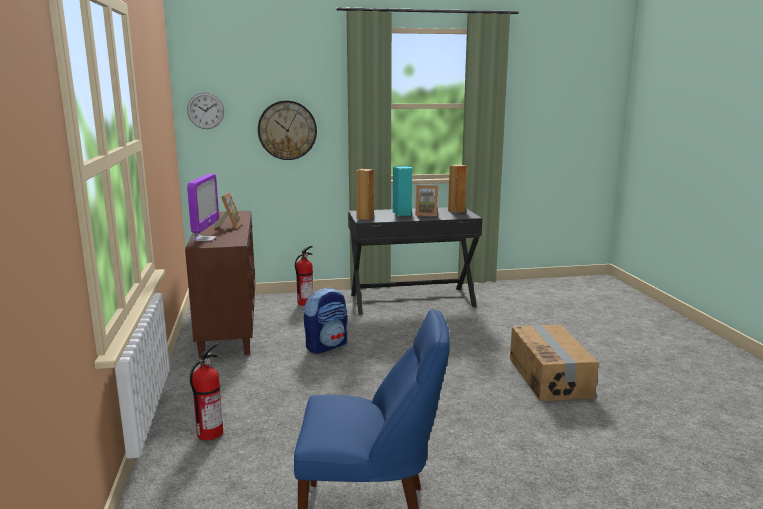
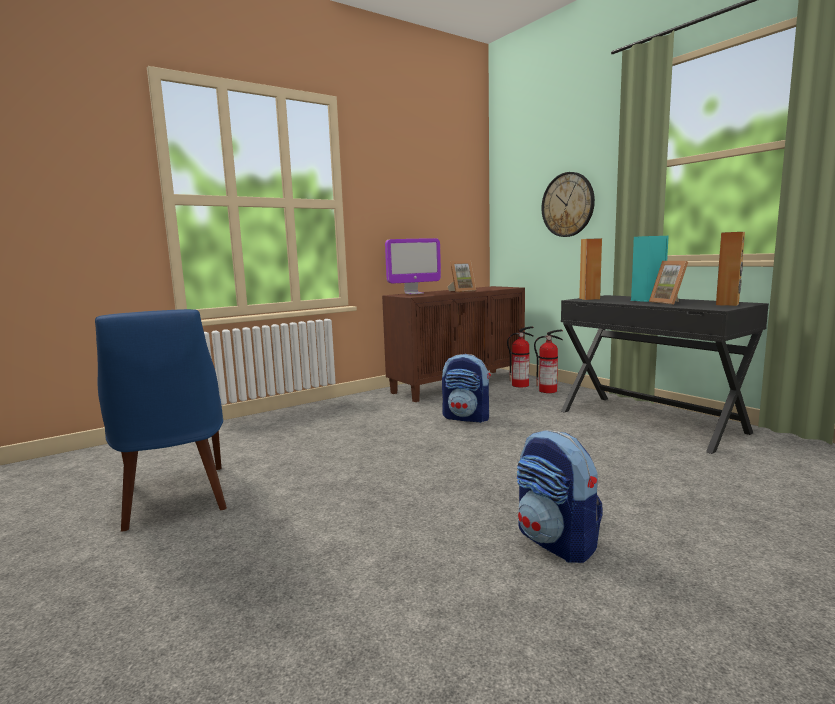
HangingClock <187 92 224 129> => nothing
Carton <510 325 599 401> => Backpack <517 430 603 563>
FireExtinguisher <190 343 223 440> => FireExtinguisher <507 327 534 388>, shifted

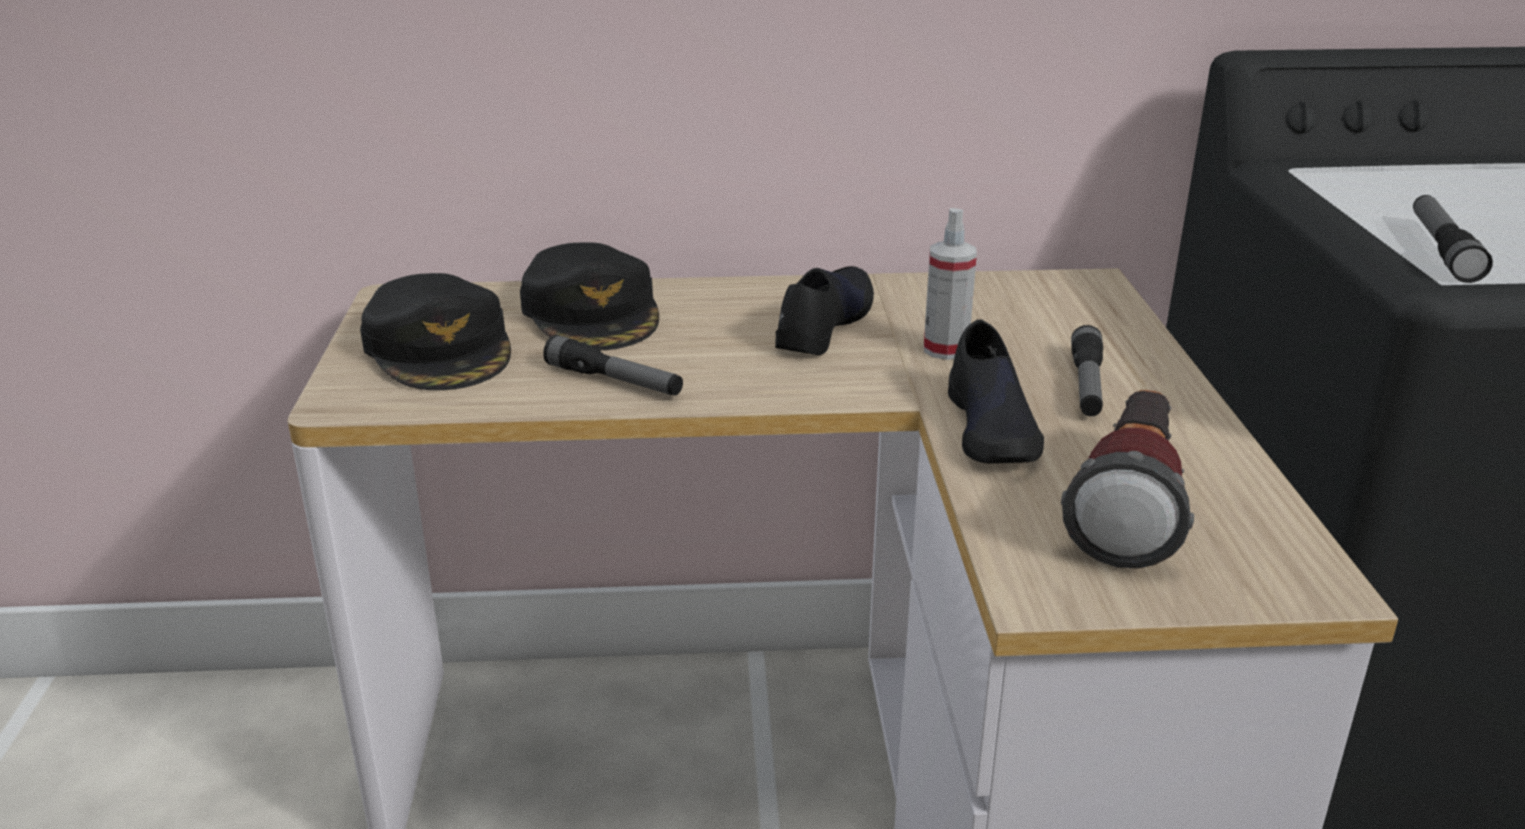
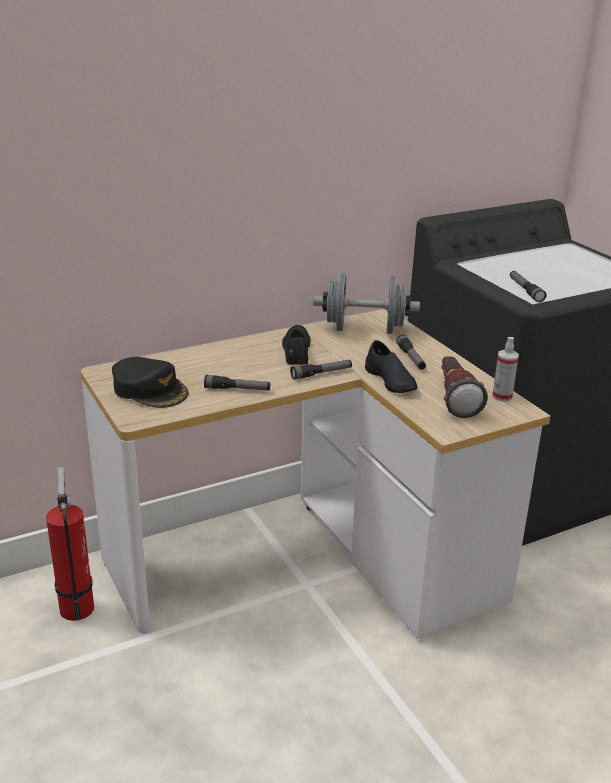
Sprayer <924 208 977 360> => Sprayer <492 337 519 402>, shifted
BlackBaseballCap <520 243 659 350> => nothing
nothing => GrayHandWeight <313 273 420 334>
nothing => HandTorch <290 360 352 380>
nothing => FireExtinguisher <46 467 94 621>

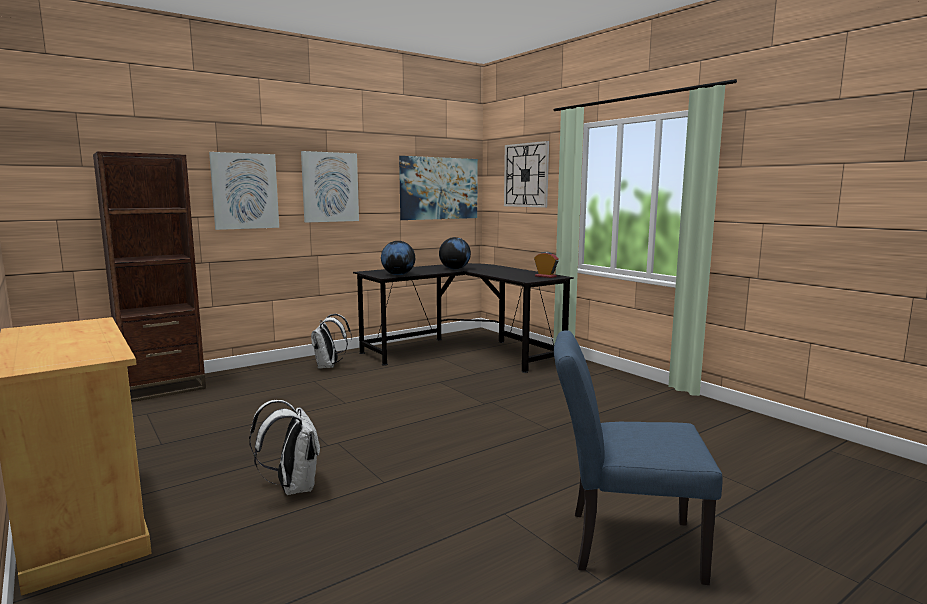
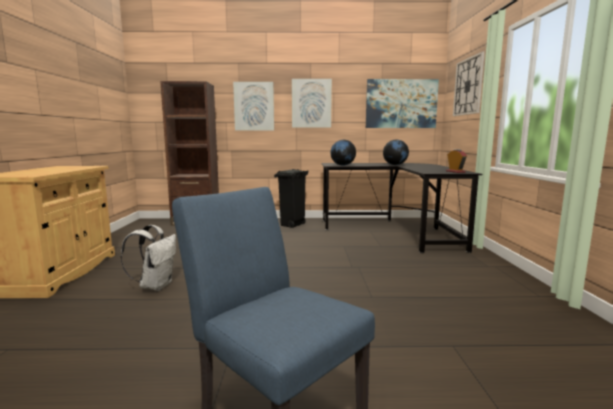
WhitishBackpack <311 314 352 369> => BlackRubbishBin <274 169 309 228>

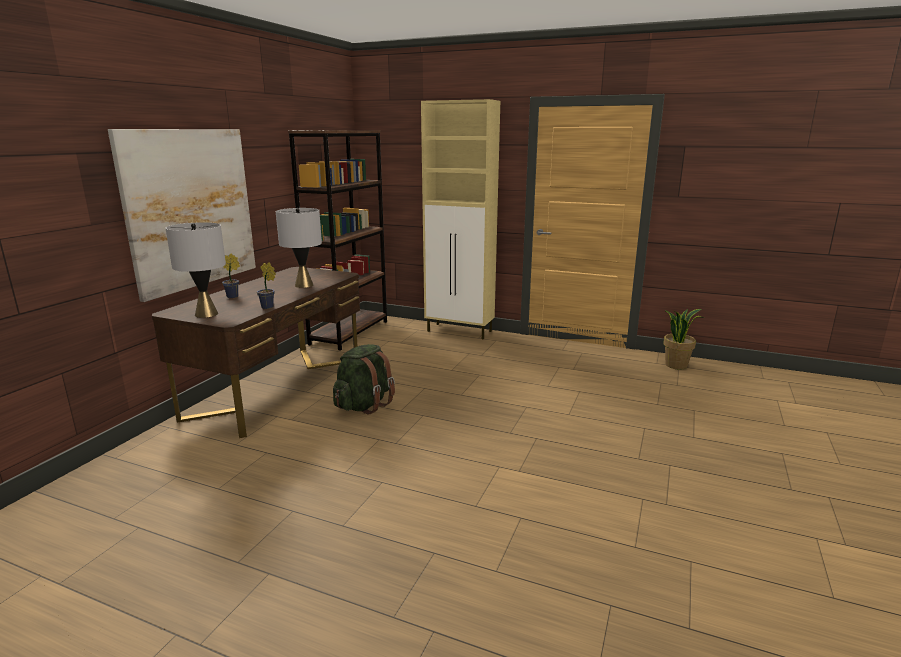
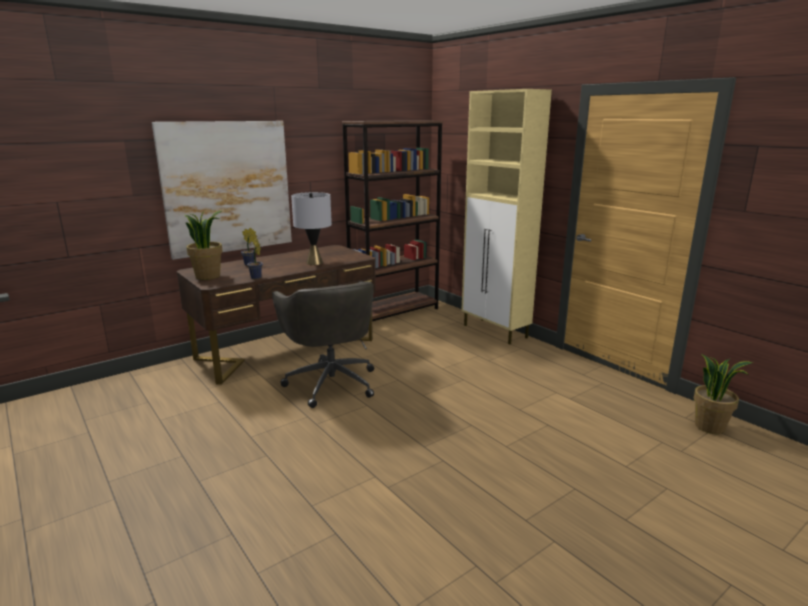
GrayTableLamp <165 222 226 318> => Houseplant <185 211 223 280>
GreenishBackpack <333 344 395 414> => GrayDeskChair <272 281 374 408>

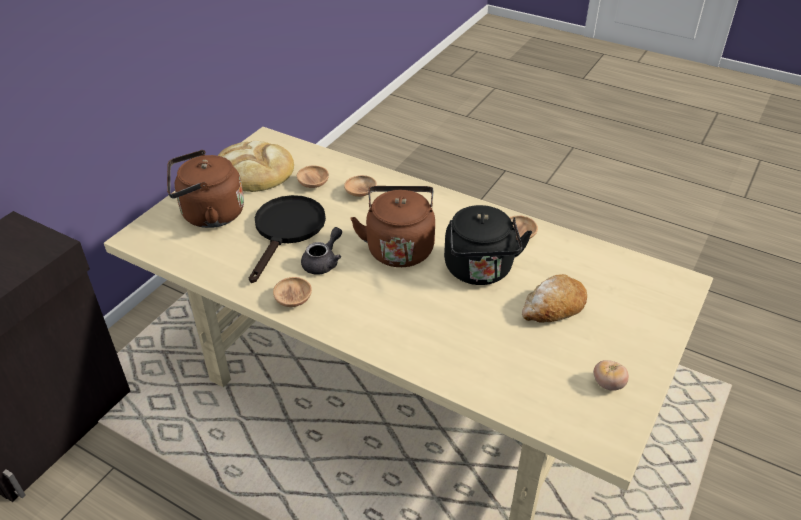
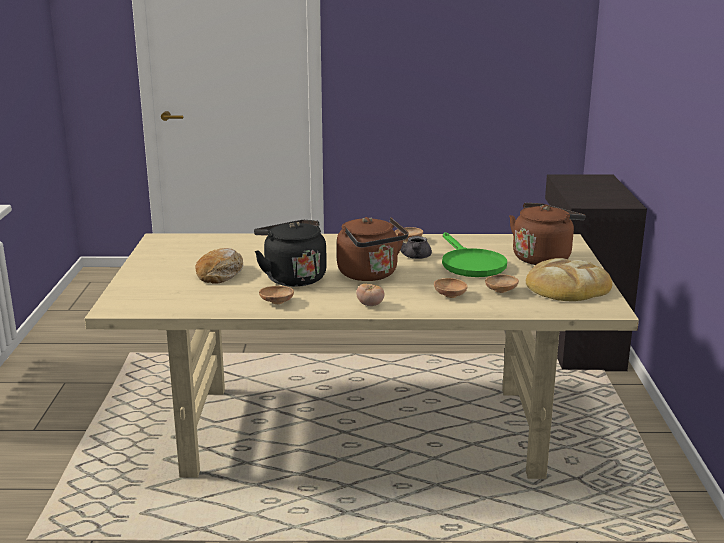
BlackFryingPan <249 195 326 283> => GreenishFryingPan <442 232 507 277>
WholeTomato <594 360 629 391> => WholeTomato <356 284 384 306>, shifted

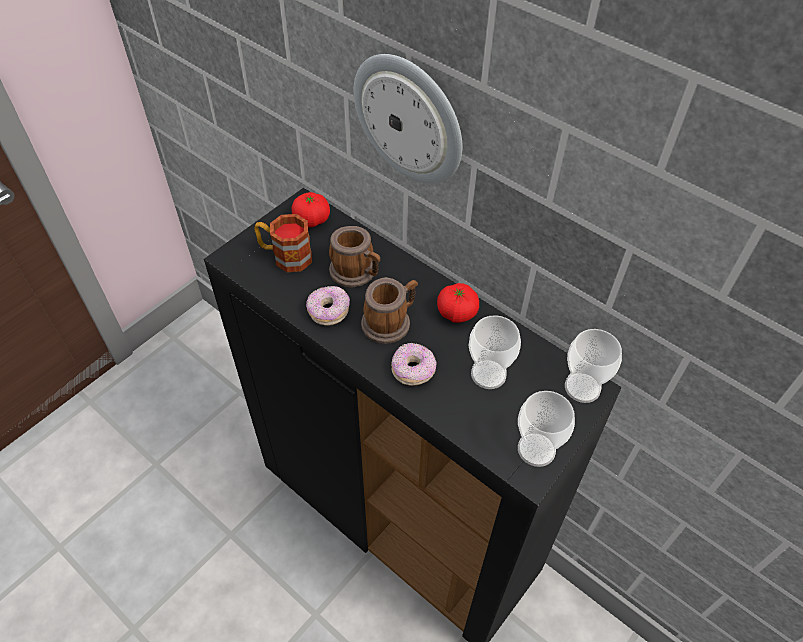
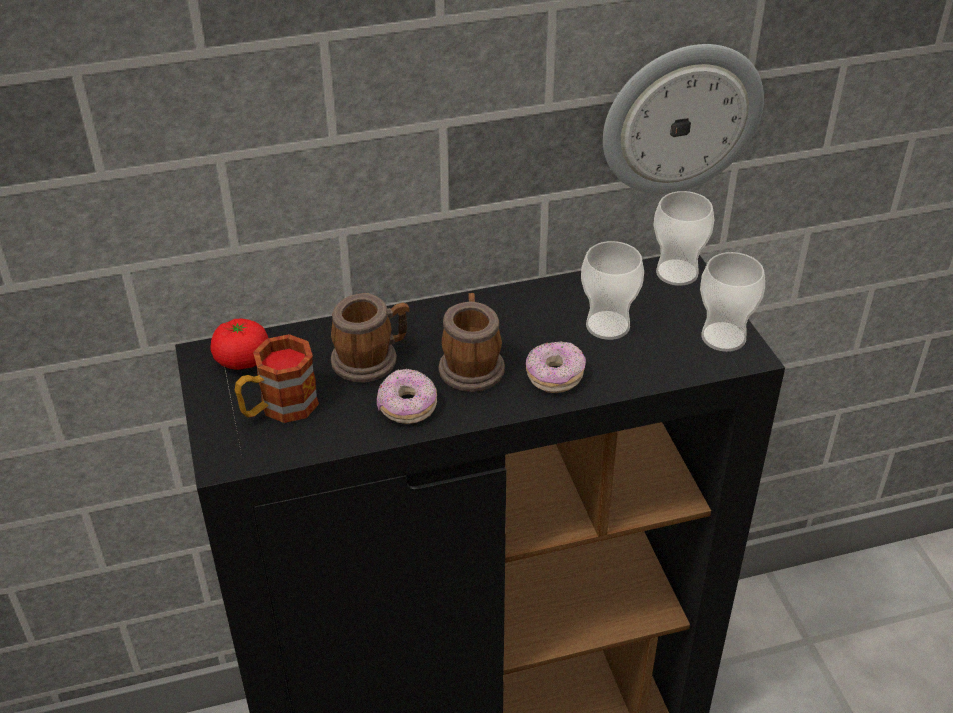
HangingClock <354 54 463 184> => HangingClock <603 44 764 194>, shifted
WholeTomato <437 283 479 323> => nothing

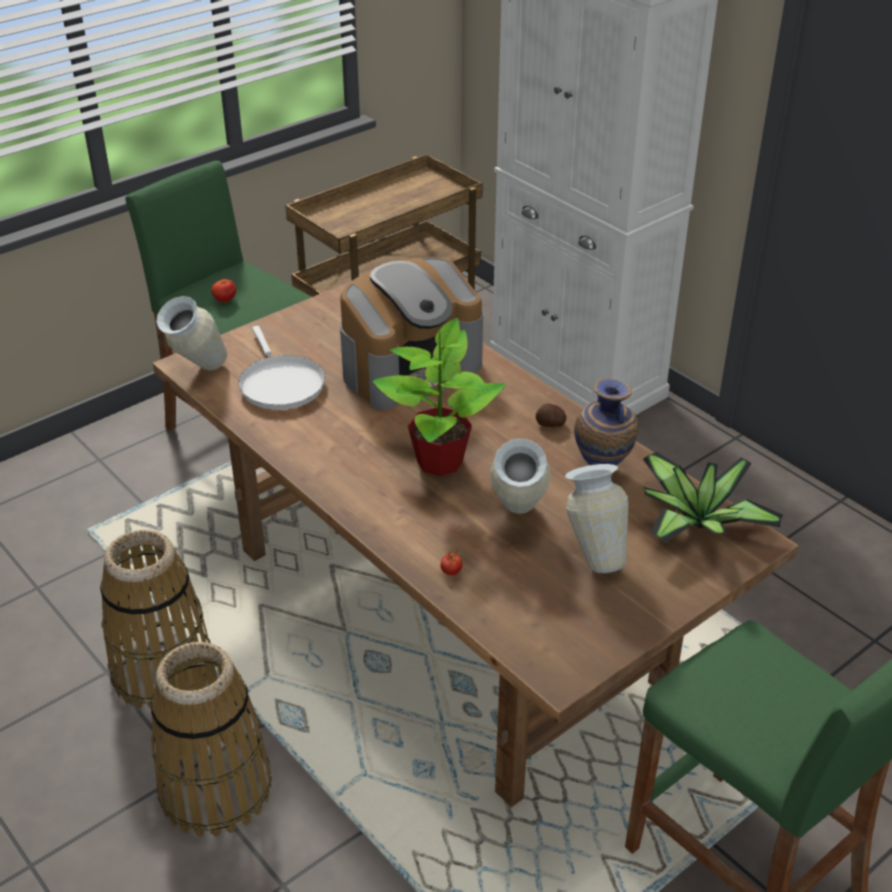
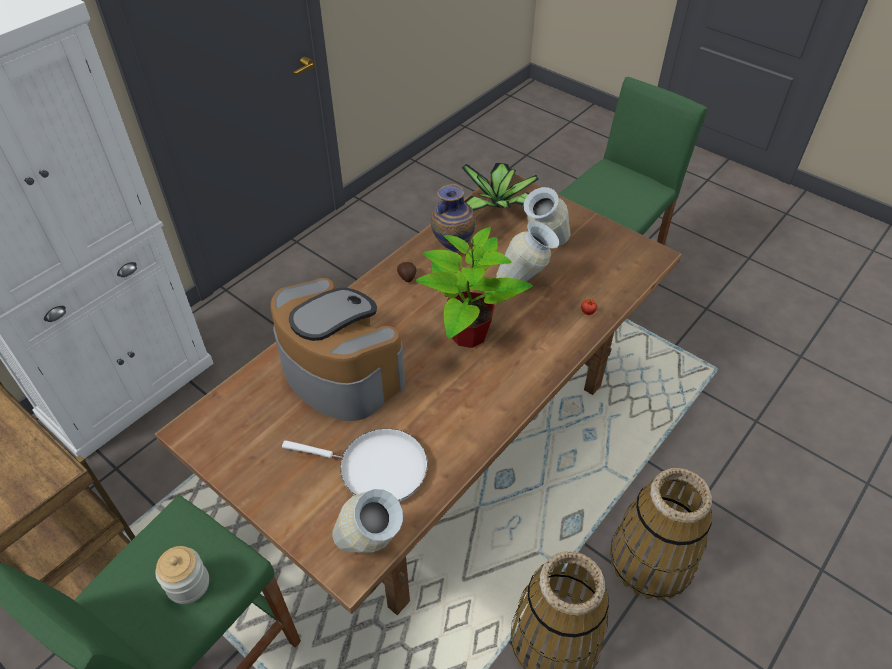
WholeTomato <211 279 236 302> => PreserveJar <155 546 209 604>
WhitishFryingPan <238 326 325 410> => WhitishFryingPan <282 428 428 502>, 45 degrees clockwise

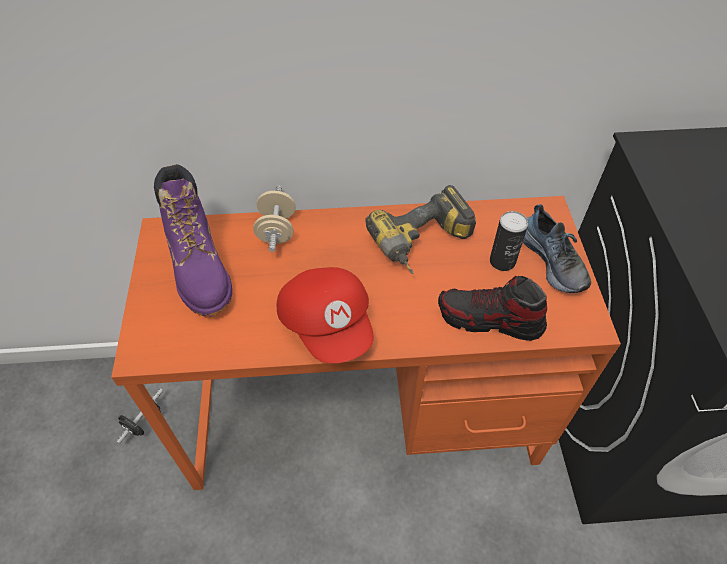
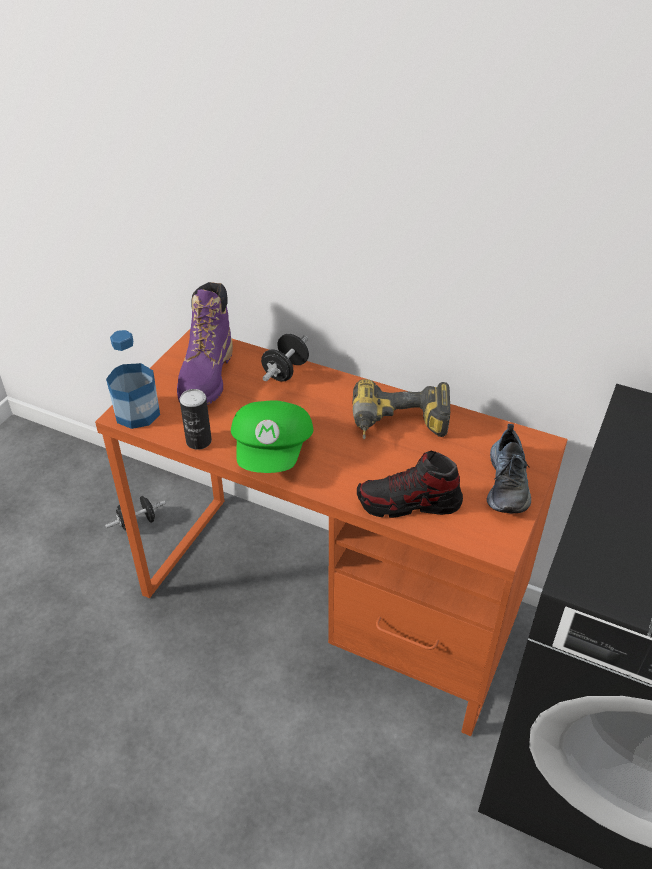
BeigeColouredHandWeight <253 186 296 252> => BlackHandWeight <261 334 309 382>
Can <490 211 528 271> => Can <180 389 212 450>, shifted
ReddishBaseballCap <277 267 374 363> => GreenishBaseballCap <231 400 313 473>
LowShoe <438 276 547 341> => LowShoe <357 451 463 518>, 45 degrees counterclockwise
nothing => DrinkBottle <106 330 160 429>

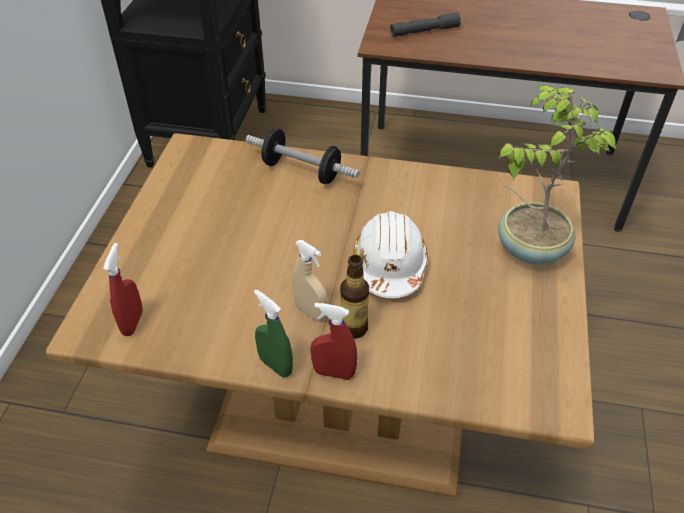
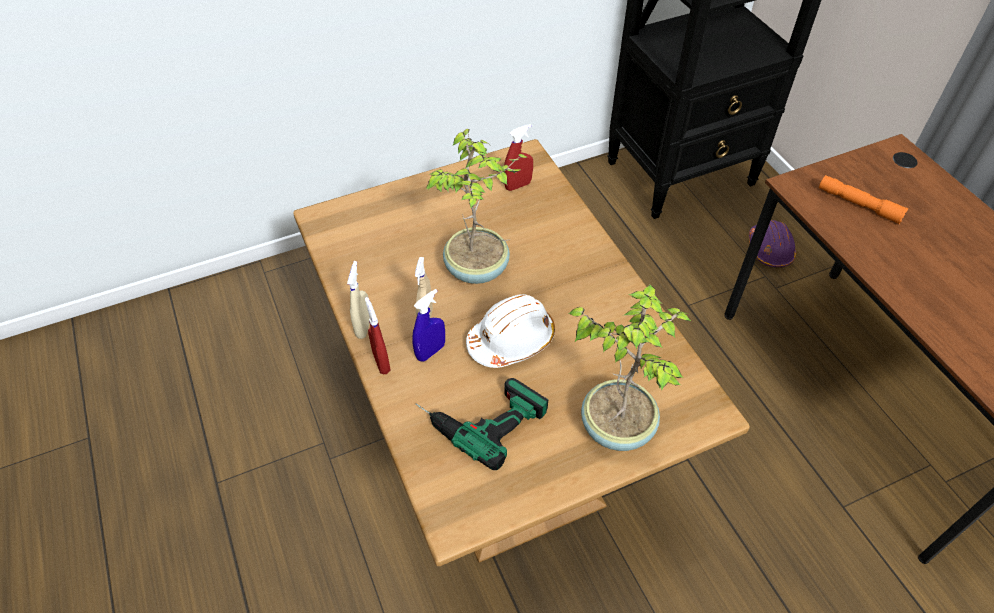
GrayHandTorch <390 12 461 37> => OrangeyHandTorch <819 175 909 224>
HandWeight <246 129 360 184> => nothing
ReddishSprayer <103 243 143 336> => ReddishSprayer <504 124 533 191>, shifted
DrinkBottle <340 255 369 339> => BlueSprayer <412 289 445 362>
GreenishSprayer <254 289 293 377> => BeigeColouredSprayer <347 261 370 339>
nothing => Houseplant <426 129 528 284>
nothing => PurplishSafetyHelmet <749 220 796 267>
nothing => PowerDrill <416 378 548 470>

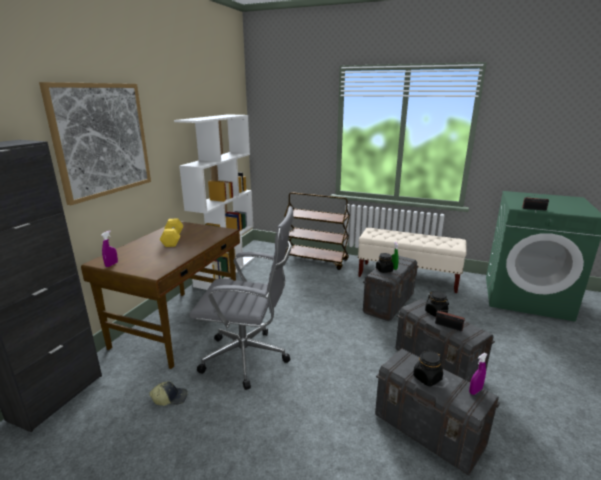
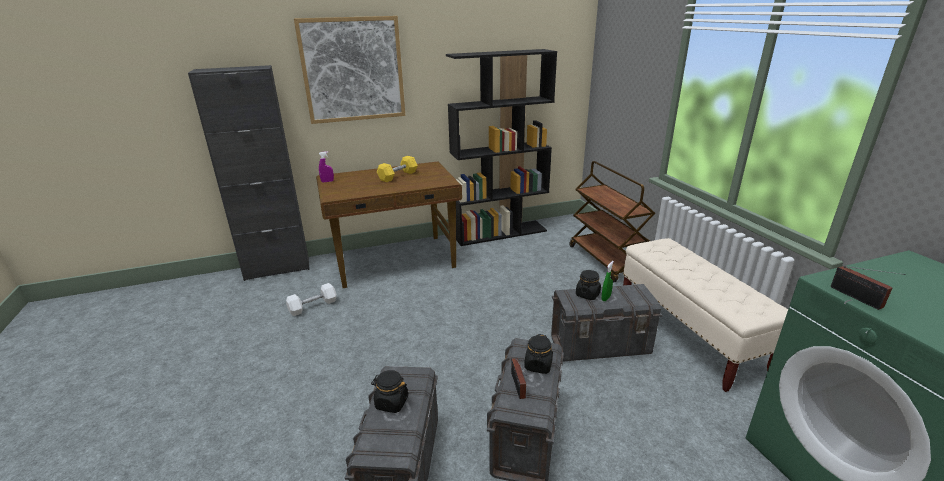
WhitishBookshelf <174 114 255 290> => BlackBookshelf <446 49 557 246>
GrayDeskChair <189 206 294 390> => nothing
PurplishSprayer <469 353 487 395> => nothing
BaseballCap <149 381 188 406> => WhitishHandWeight <286 283 337 316>

